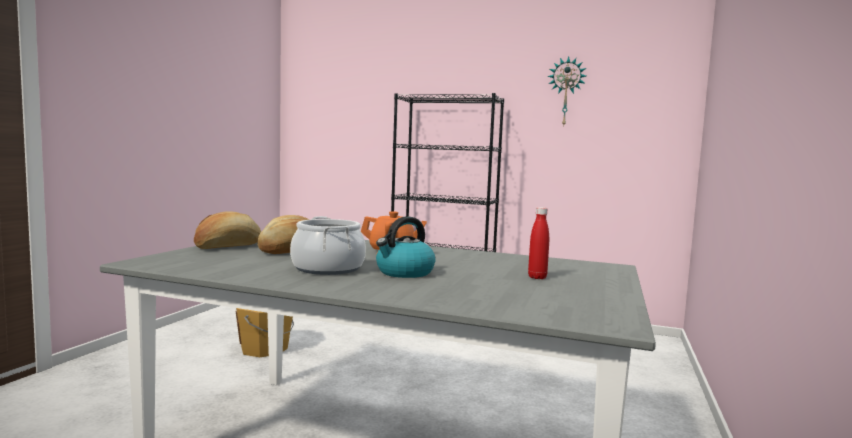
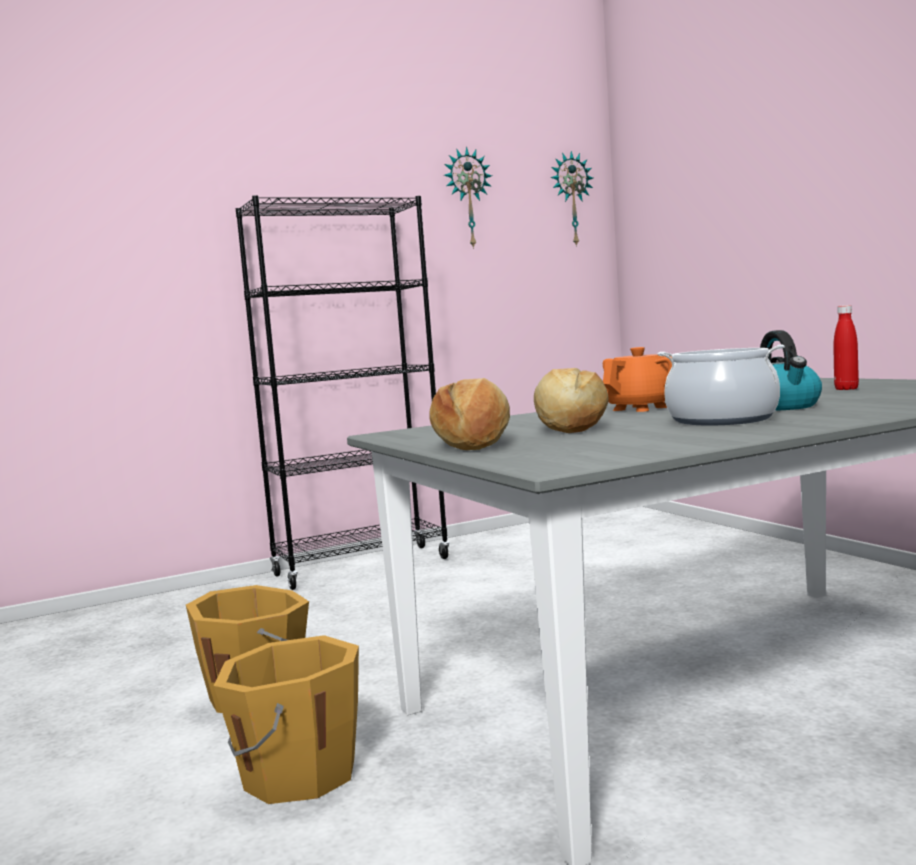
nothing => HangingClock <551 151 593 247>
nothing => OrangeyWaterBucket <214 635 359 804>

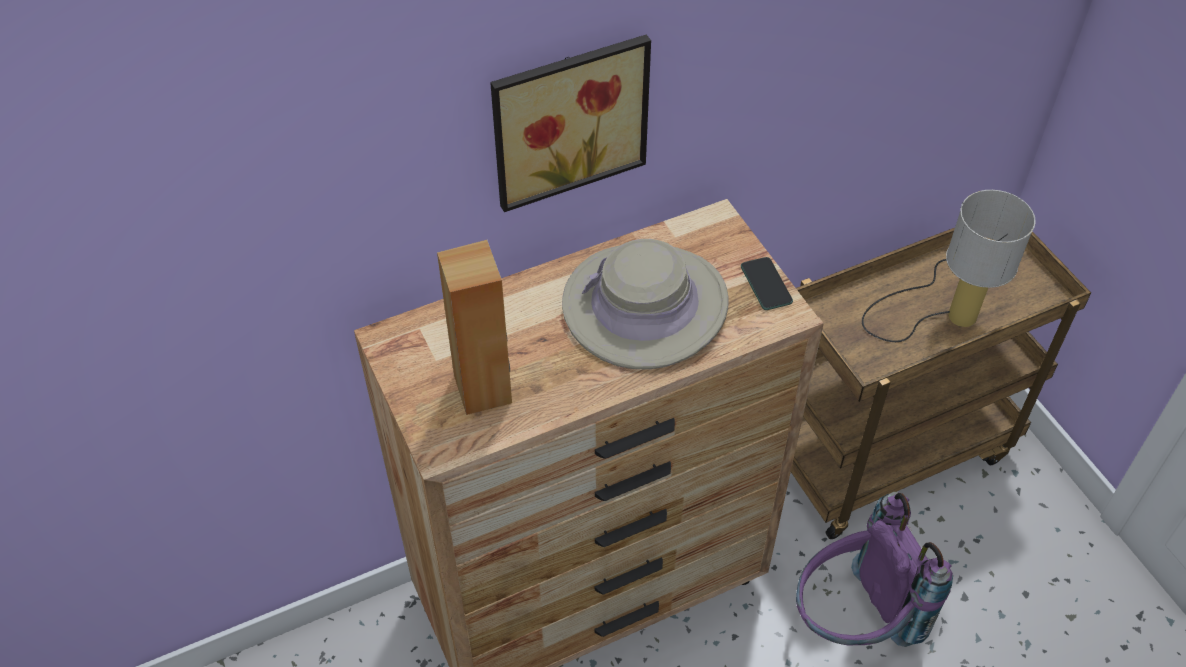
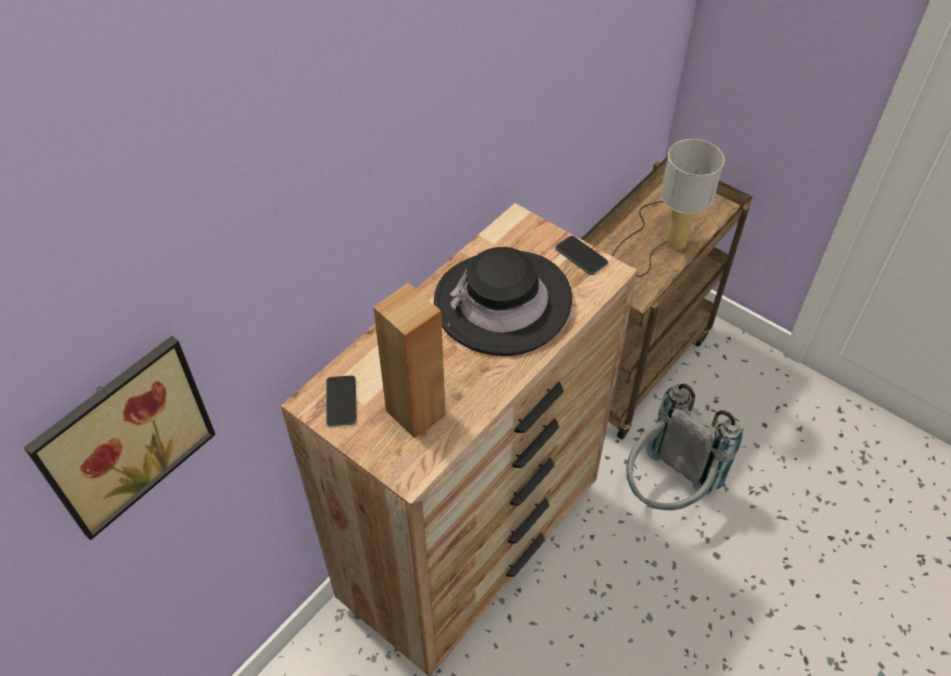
WallPicture <490 35 651 212> => WallPicture <24 336 216 540>, shifted
BeigeColouredWearableHat <562 239 728 370> => BlackWearableHat <434 247 572 356>
PurplishBackpack <796 492 953 647> => GrayBackpack <626 384 743 510>
nothing => Phone <326 375 357 426>

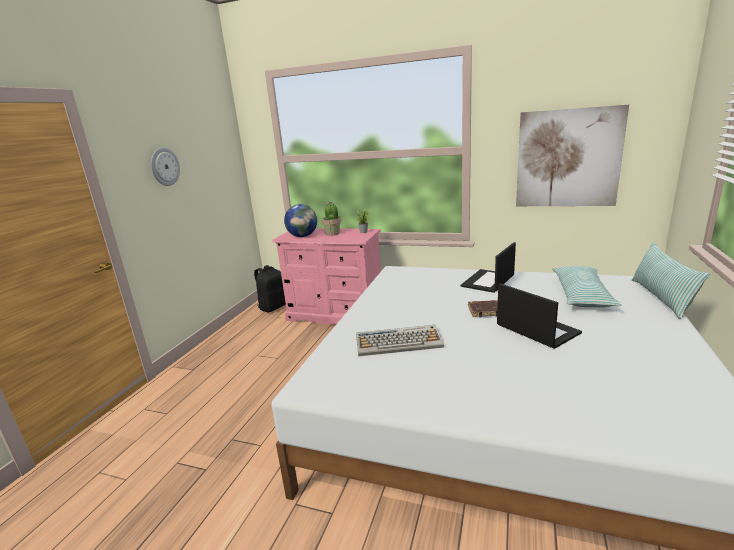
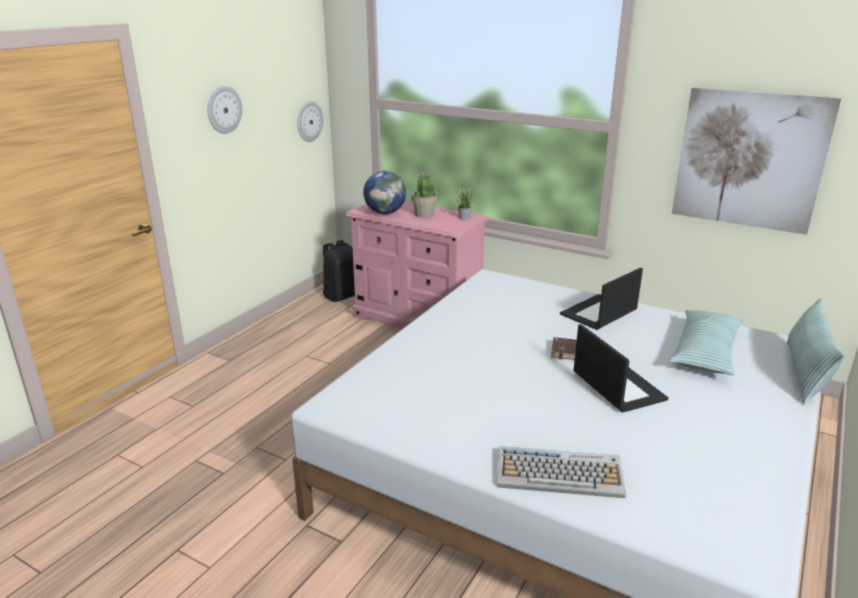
Keyboard <356 325 444 356> => Keyboard <497 446 626 498>, shifted
nothing => HangingClock <297 101 323 142>

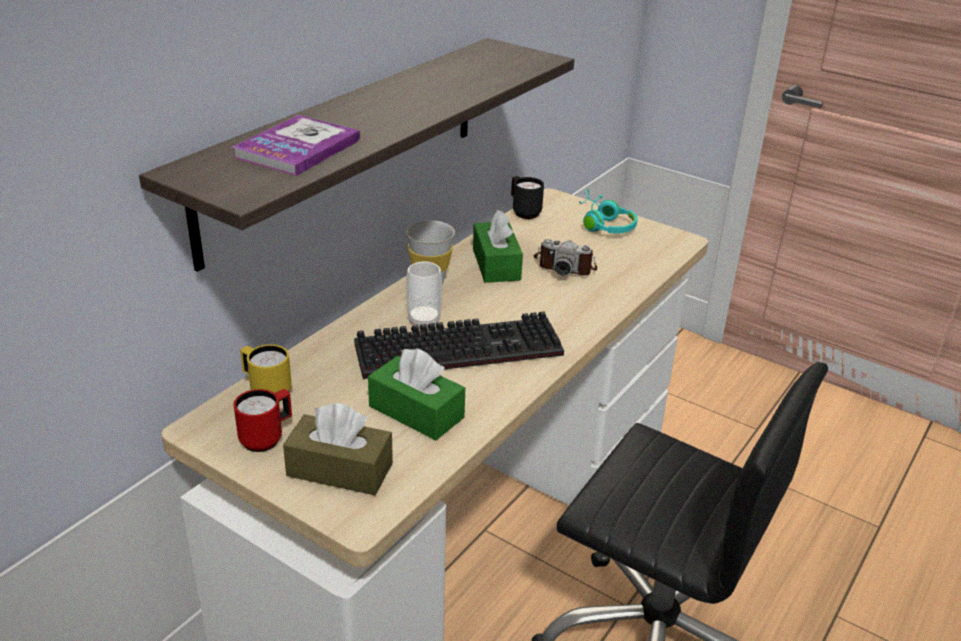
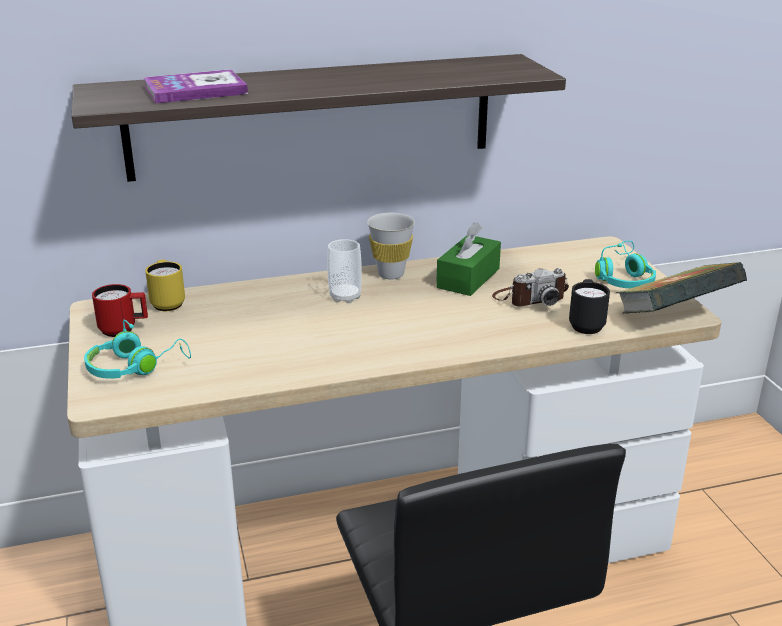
BlackCoffeeMug <511 176 544 219> => BlackCoffeeMug <569 279 610 334>, shifted
StillCamera <533 239 597 276> => StillCamera <492 268 569 306>, 75 degrees counterclockwise
Keyboard <354 312 564 379> => nothing
GreenishTissueBox <368 348 465 440> => nothing
BrownColouredTissueBox <283 403 393 495> => BlueGreenPairOfHeadphones <84 320 191 379>
nothing => BoundBook <616 262 747 314>

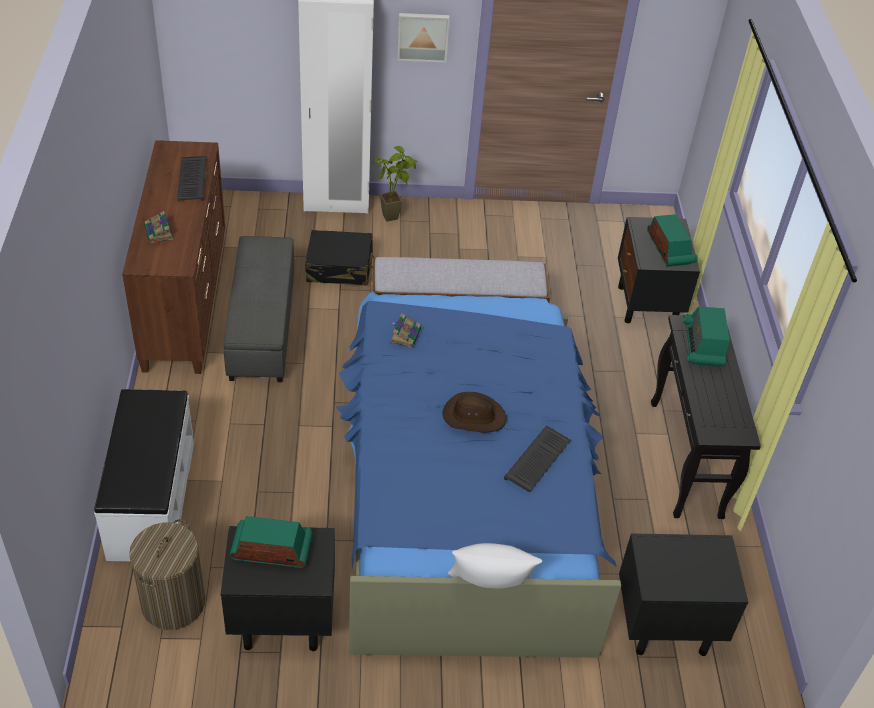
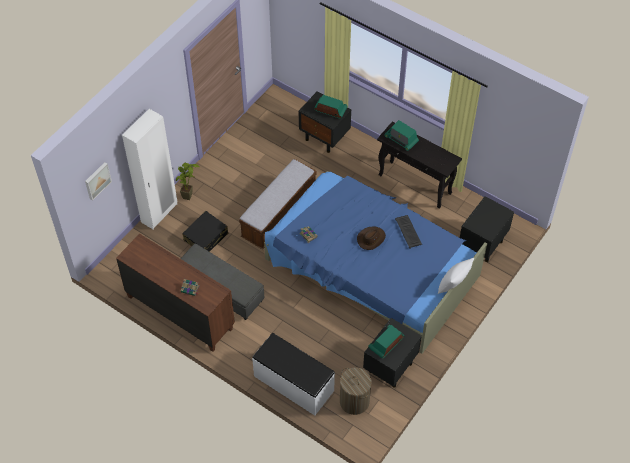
WallPicture <397 13 450 62> => WallPicture <85 162 112 201>, shifted
Keyboard <177 156 207 201> => nothing

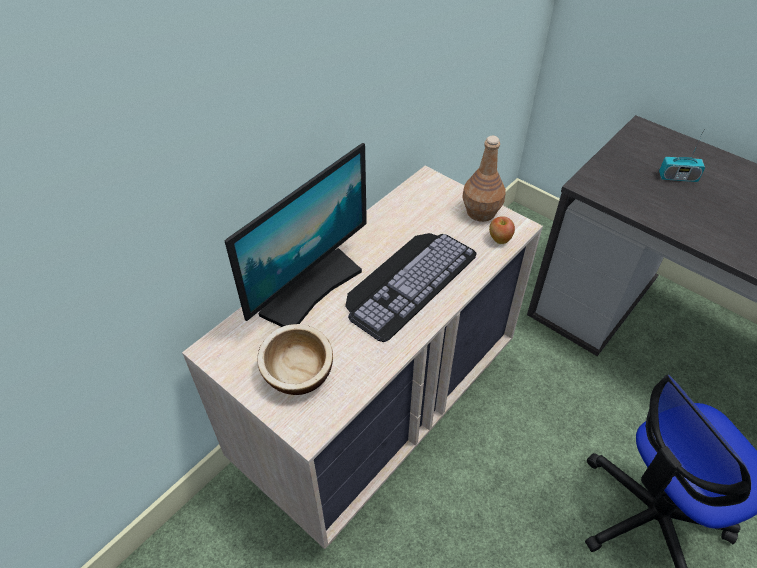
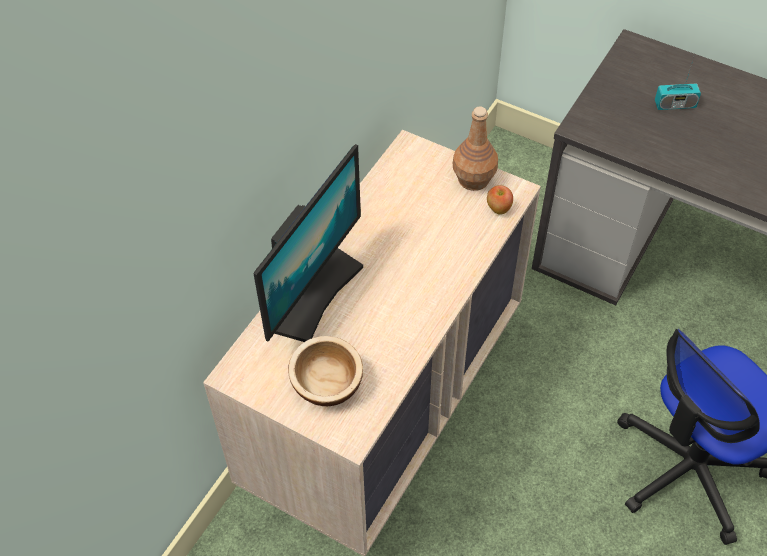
Keyboard <345 233 477 342> => nothing

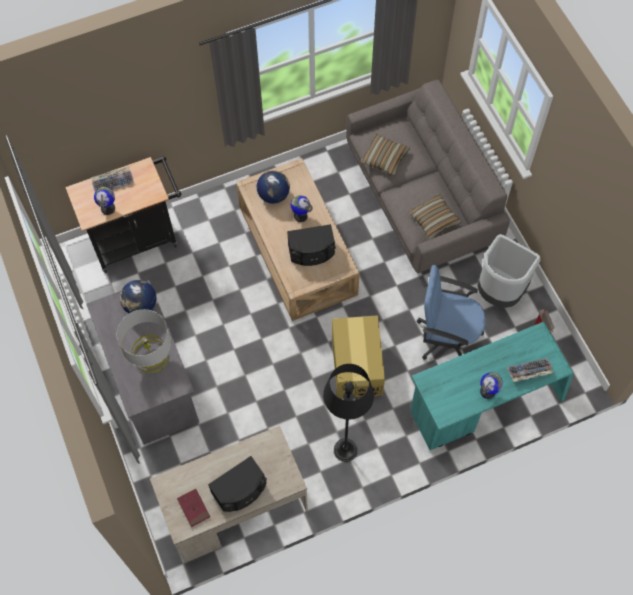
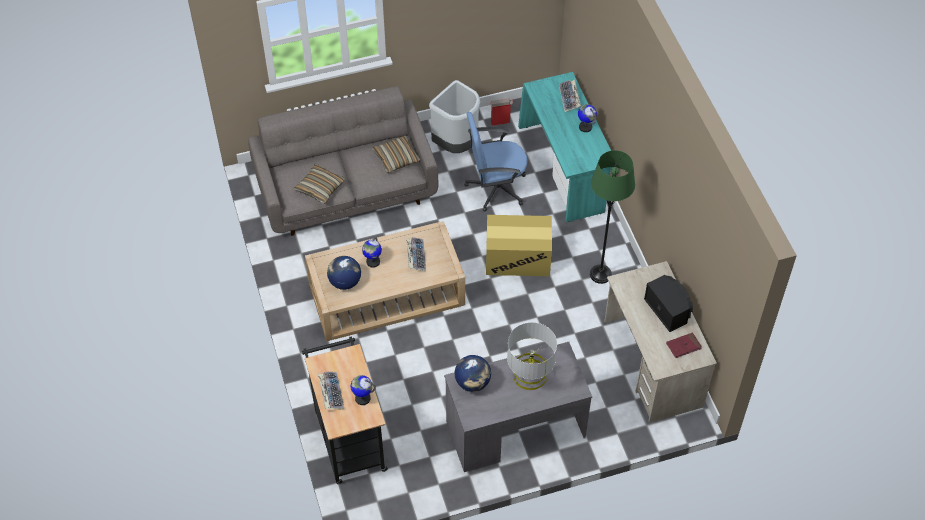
BlackAudioSpeaker <287 224 336 266> => Keyboard <406 237 426 271>
BlueDeskChair <417 265 486 360> => BlueDeskChair <464 112 528 212>, 60 degrees clockwise
BlackStandardLamp <323 364 374 462> => GreenishStandardLamp <590 150 635 284>

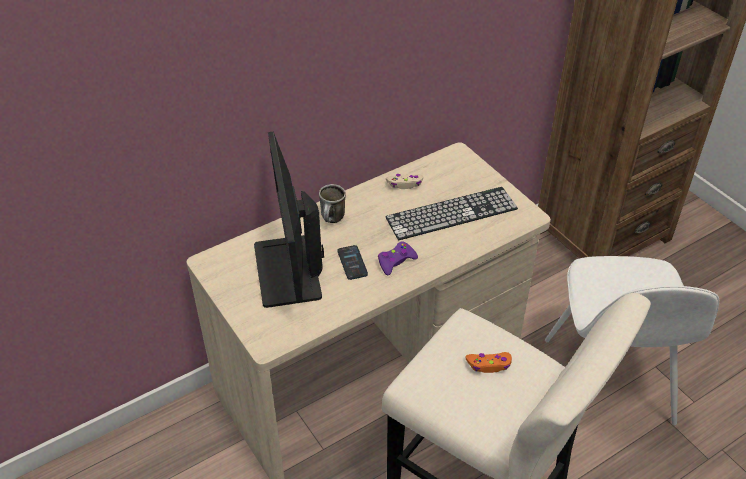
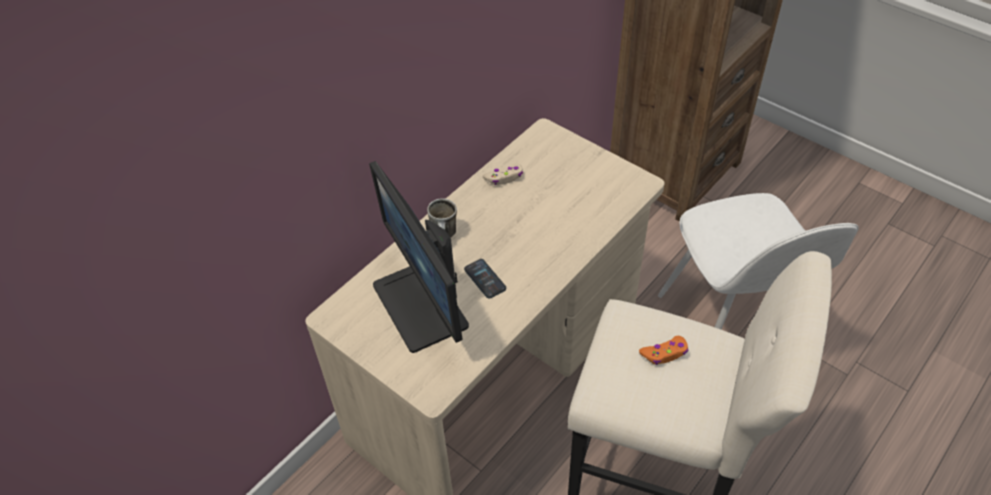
Keyboard <385 187 518 241> => nothing
PurplishGamepad <378 241 418 275> => nothing

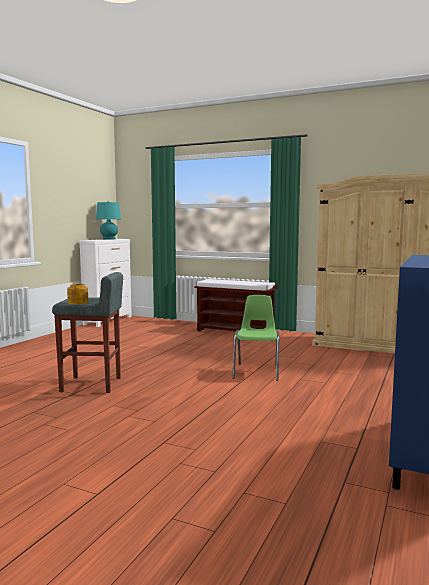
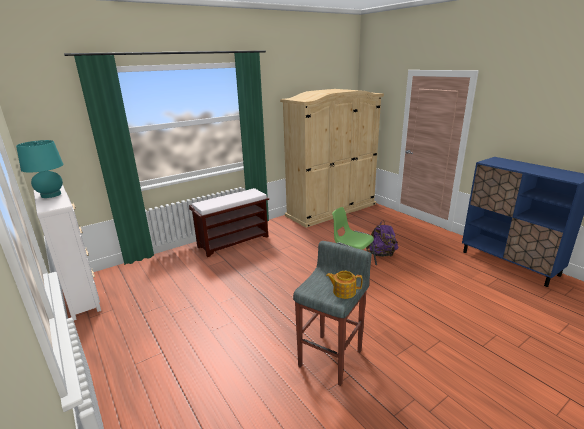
nothing => PurplishBackpack <366 221 398 257>

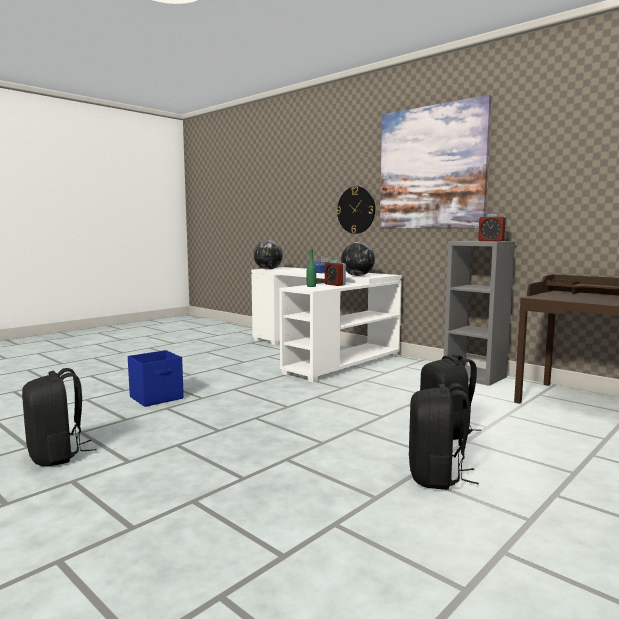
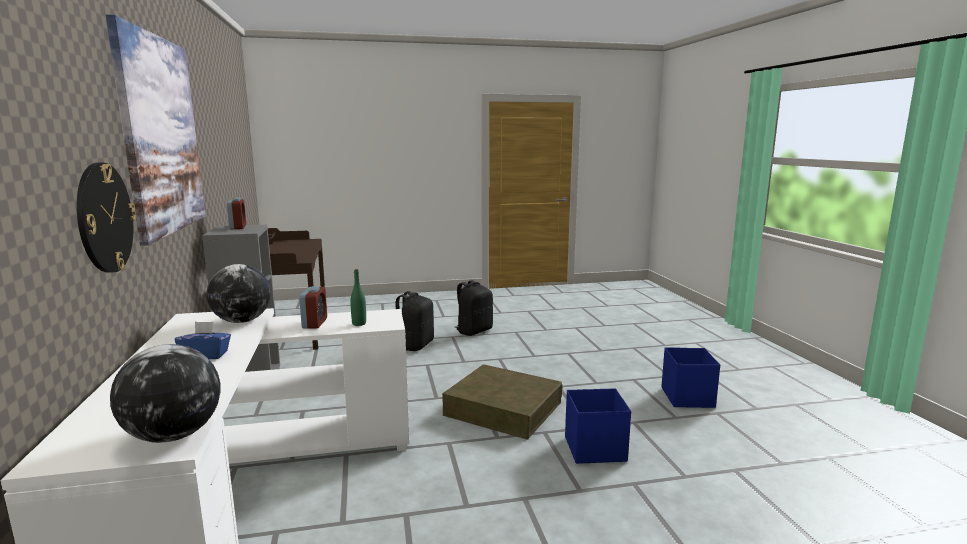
BlackBackpack <22 368 97 467> => BlueStorageBox <661 347 720 408>
nothing => BrownColouredStorageBox <442 364 563 440>

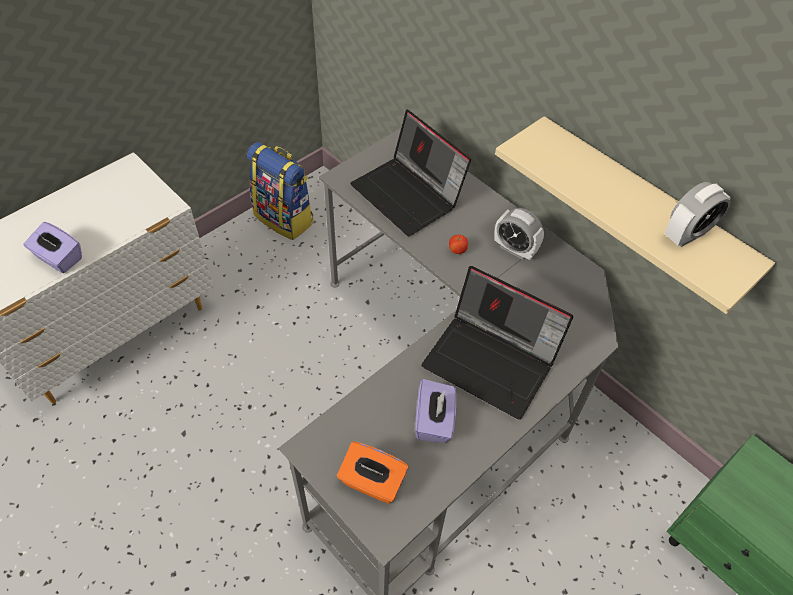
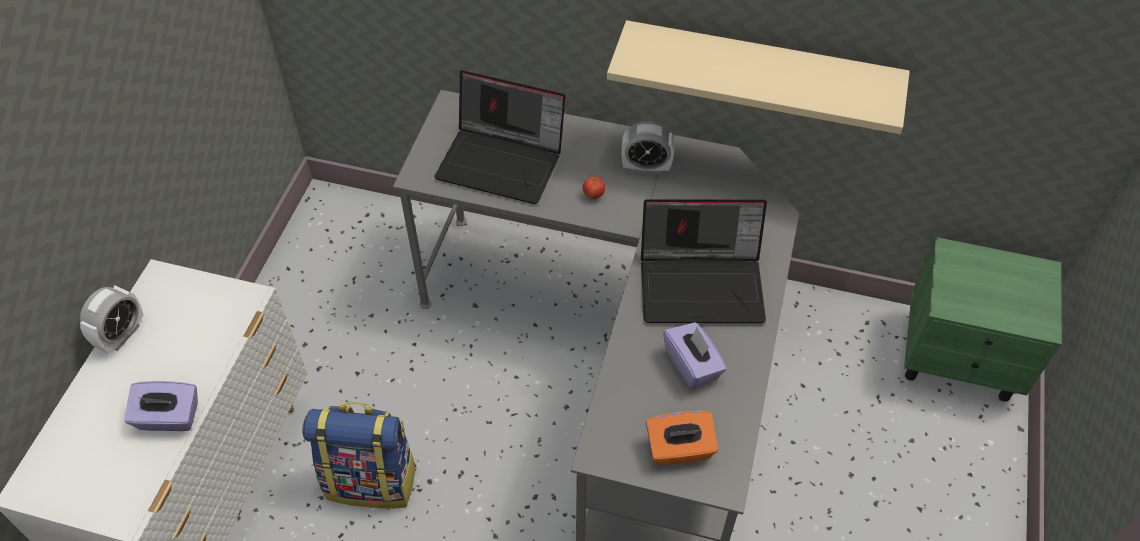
Backpack <247 142 313 240> => Backpack <302 402 417 508>, shifted
AlarmClock <665 182 731 247> => AlarmClock <80 286 144 354>, shifted

